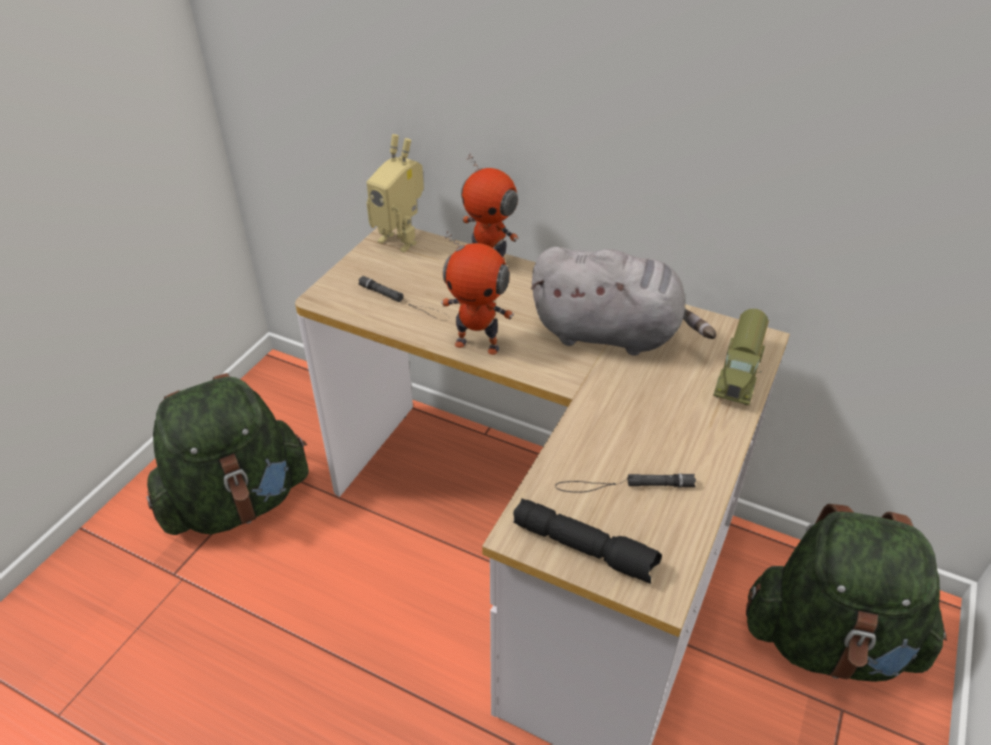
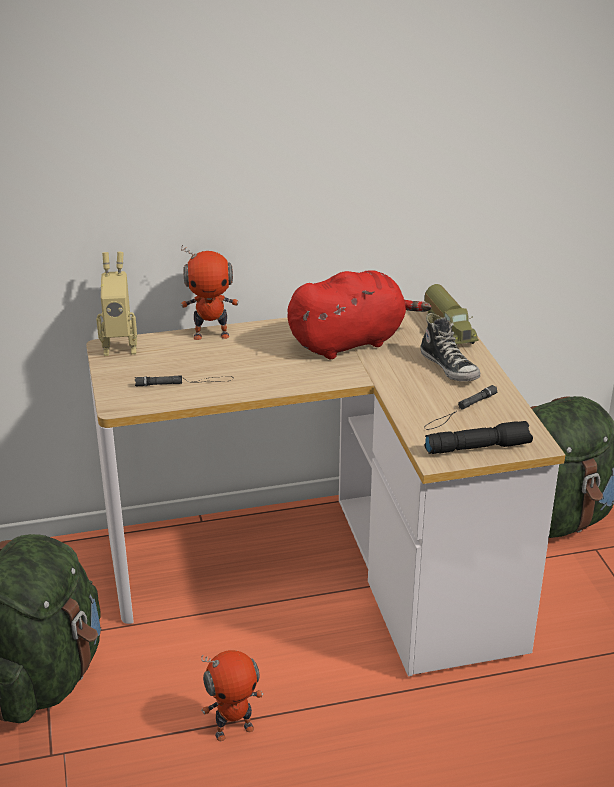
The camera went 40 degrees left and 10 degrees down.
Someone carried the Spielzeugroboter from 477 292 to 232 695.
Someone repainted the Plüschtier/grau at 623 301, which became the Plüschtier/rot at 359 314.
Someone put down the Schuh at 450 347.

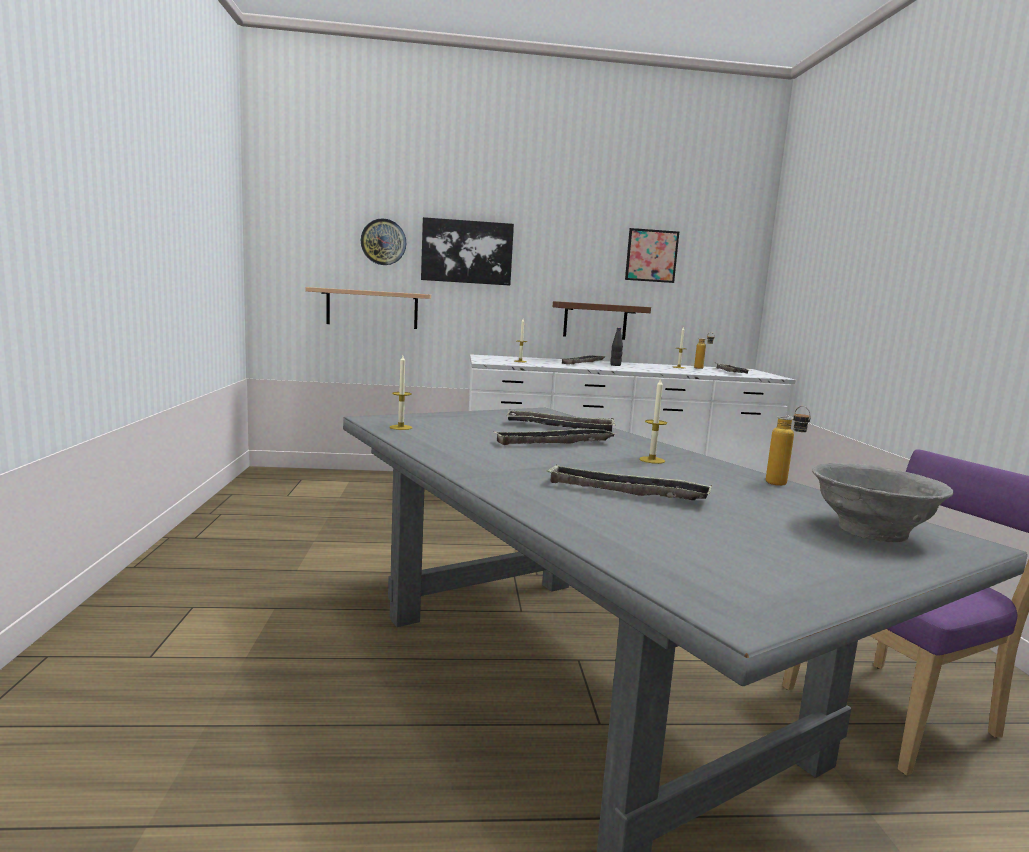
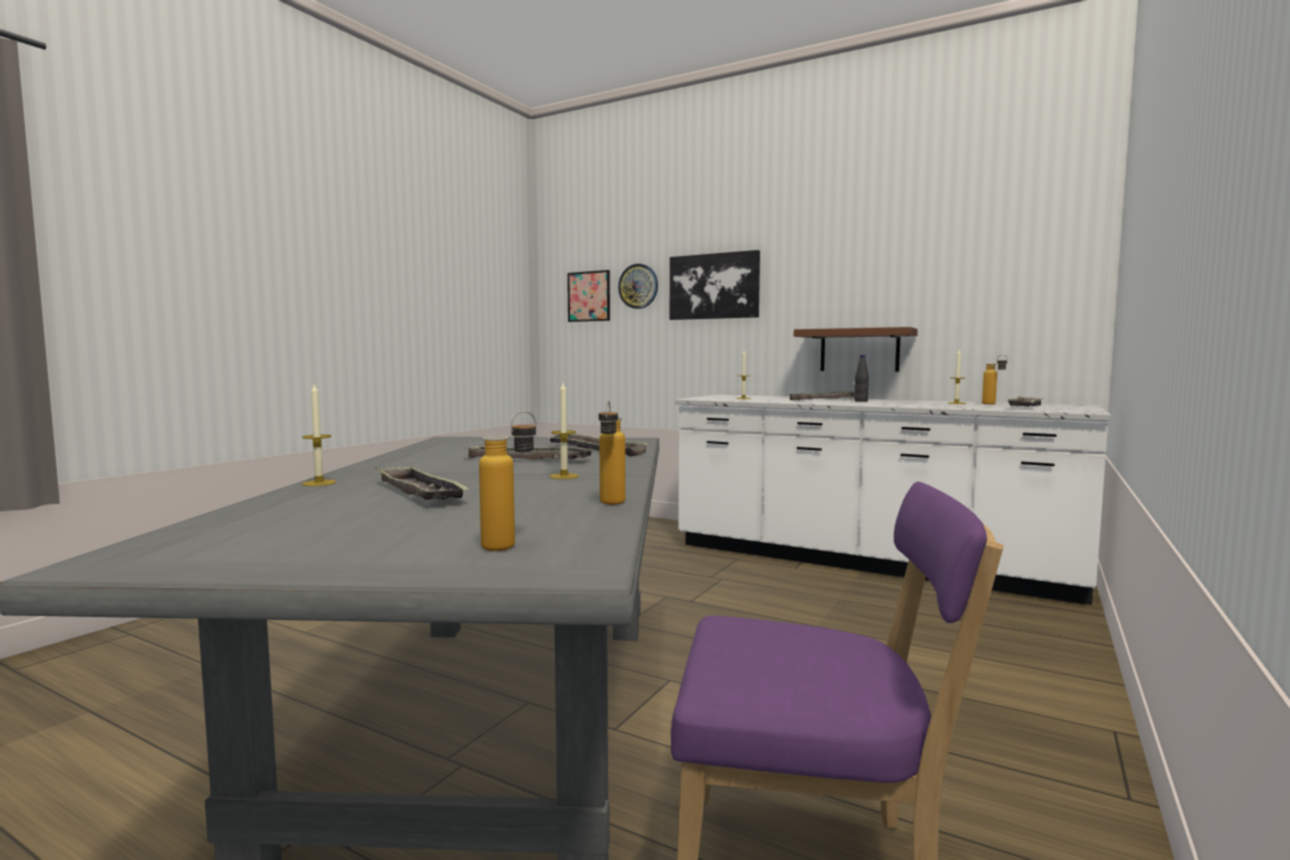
The camera went 35 degrees right and 5 degrees down.
Someone carried the Kerze from 401 392 to 319 435.
Someone swapped the Schüssel/grau at 882 502 for the Flasche at 507 481.
Someone carried the Bild from 652 255 to 588 296.
Someone took away the Wandregal at 368 308.

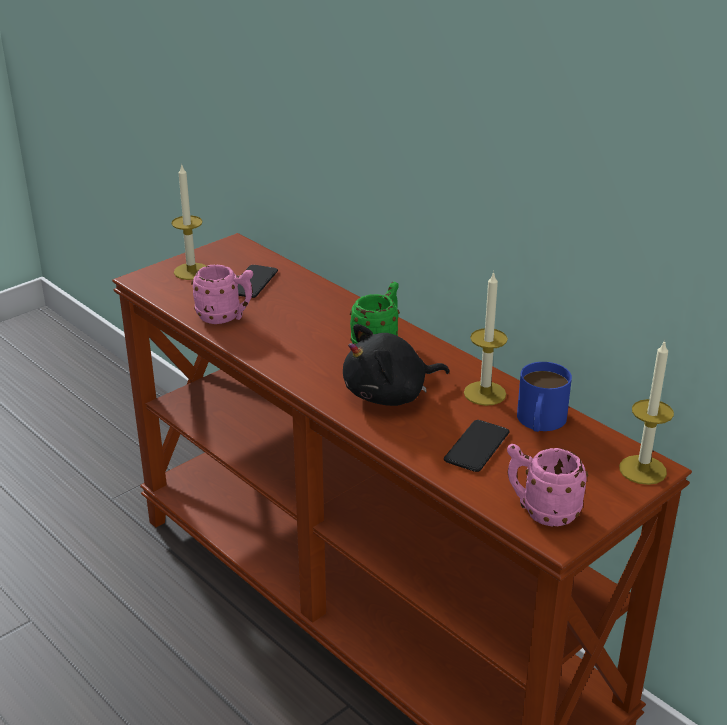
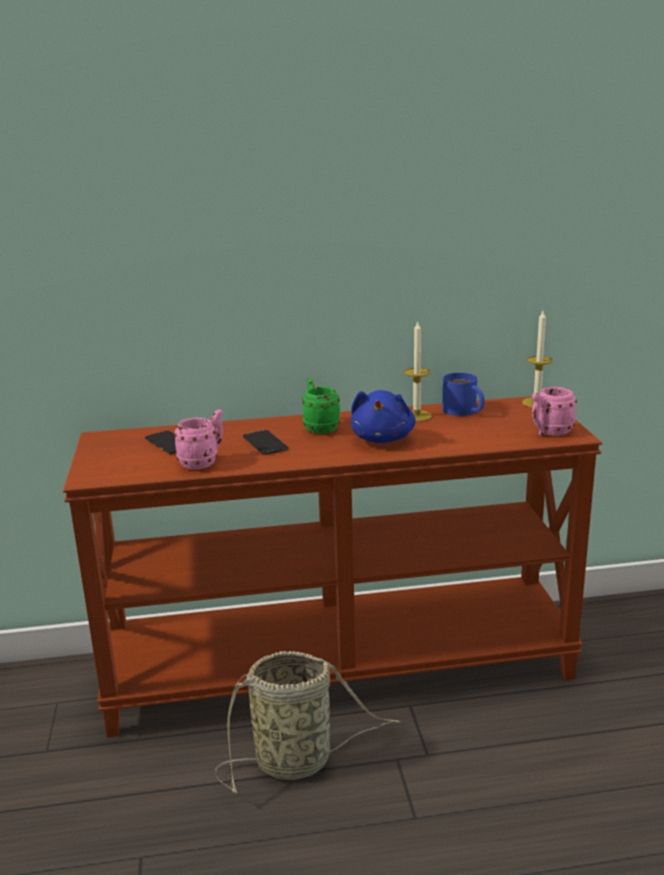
The camera went 55 degrees left and 10 degrees down.
Someone put down the Korb at 308 722.
Someone carried the Handy from 476 446 to 265 442.
Someone repainted the Plüschtier/schwarz at 396 365, which became the Plüschtier/blau at 383 416.
Someone took away the Kerze at 188 221.

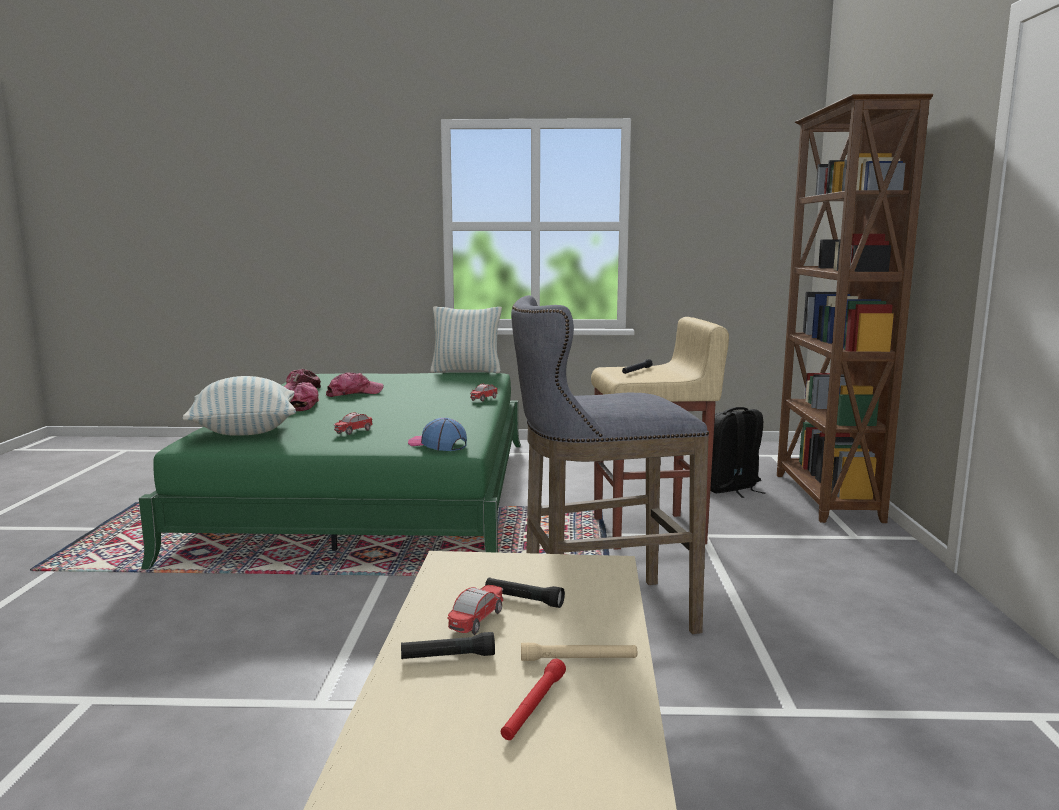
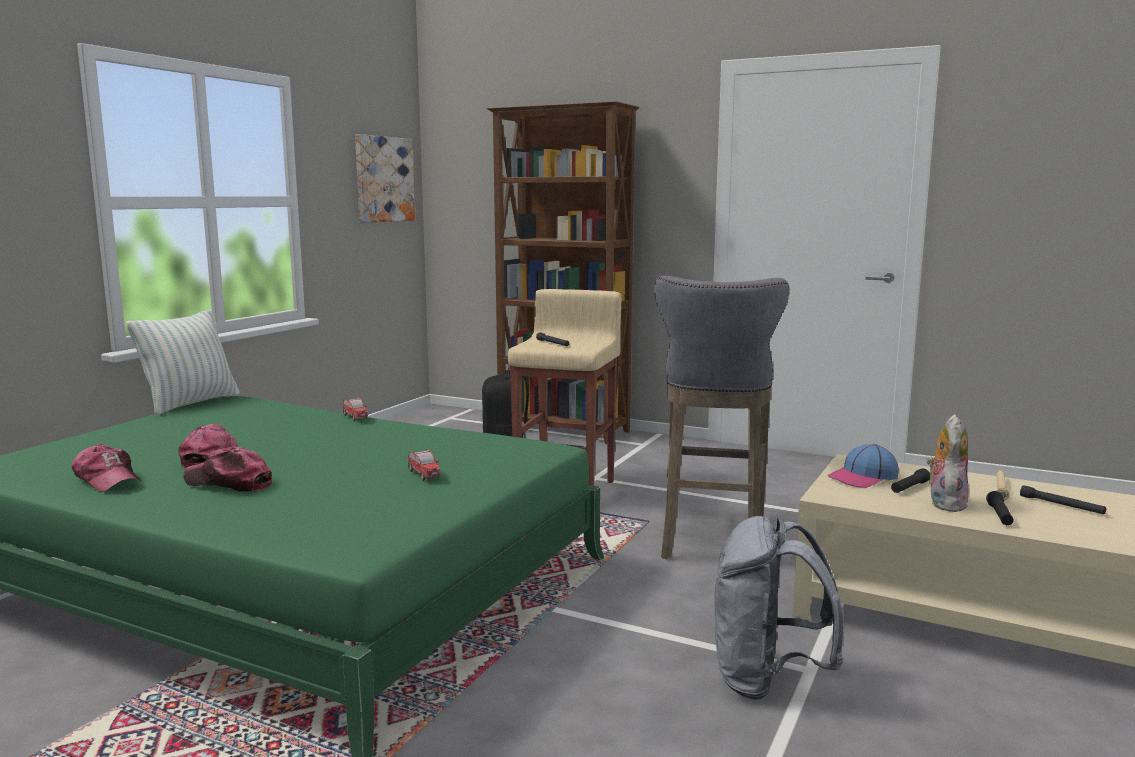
The camera went 65 degrees left and 0 degrees up.
Someone put up the Bild at 385 178.
Someone put down the Rucksack/grau at 779 608.
Someone carried the Kappe from 437 434 to 863 466.
Someone swapped the Spielzeugauto at 475 610 for the Plüschtier at 947 463.
Someone repainted the Taschenlampe/rot at 533 699, which became the Taschenlampe/schwarz at 1063 500.
Someone took away the Kissen at 239 406.

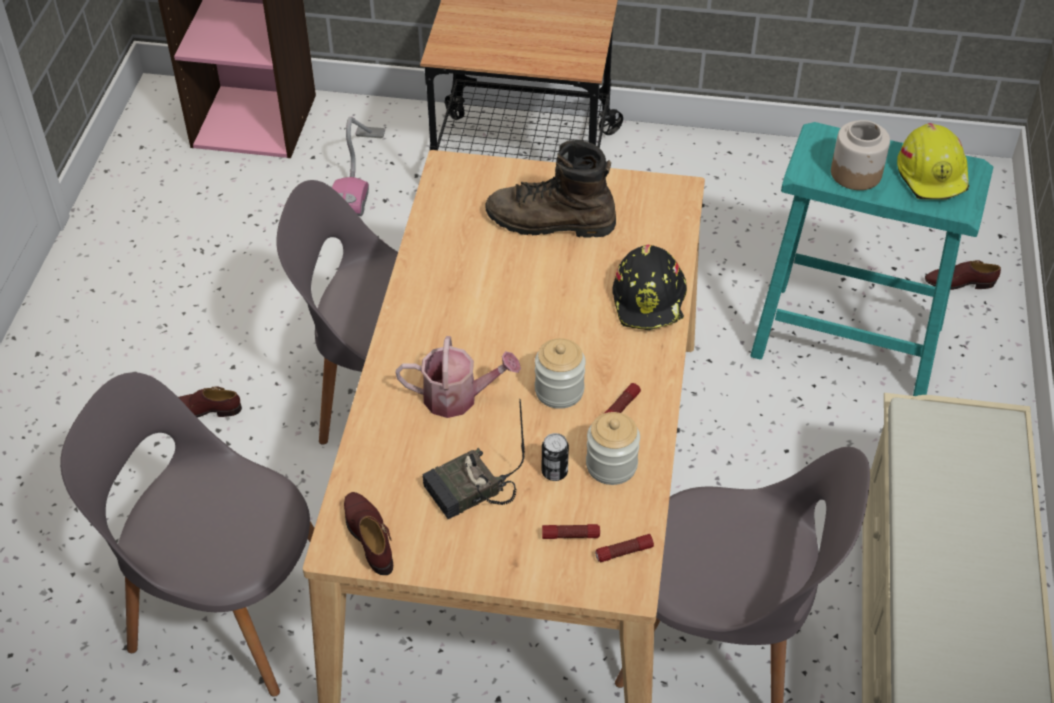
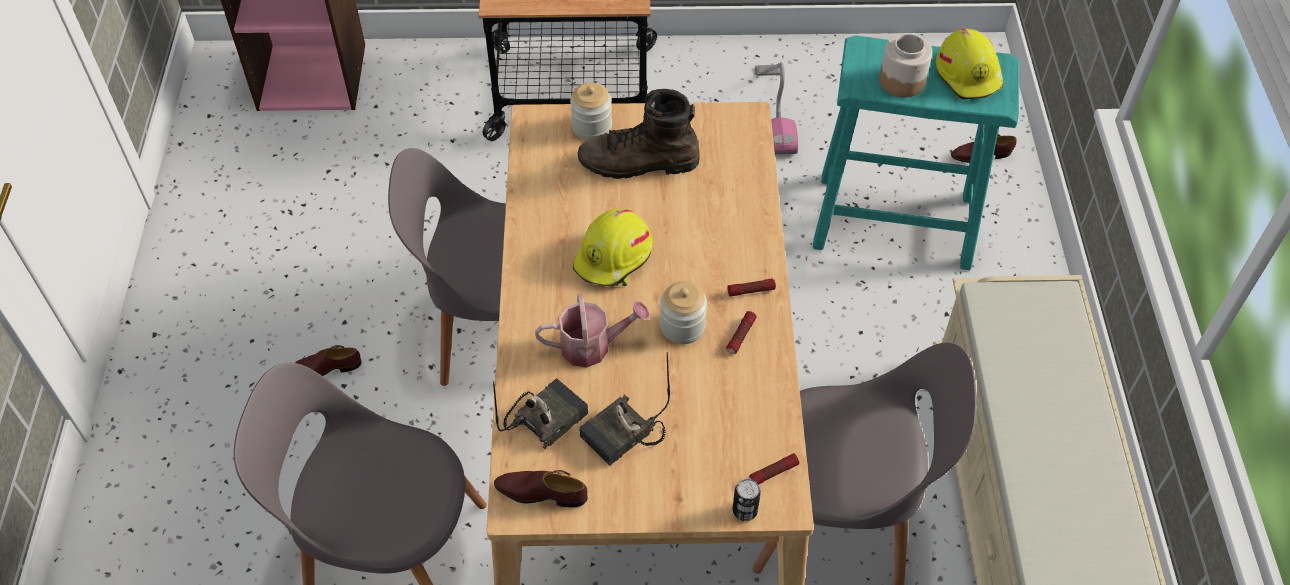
The camera went 10 degrees left and 5 degrees up.
Someone put down the Radio at 540 414.
Someone rotated the Schuh/braun at 368 533 by 45 degrees counterclockwise.
Someone carried the Vorratsglas from 613 448 to 591 111.
Someone put down the Schutzhelm/gelb at 613 248.
Someone carried the Taschenlampe from 571 531 to 751 288.
Someone carried the Dose from 555 457 to 746 500.
Someone carried the Staubsauger from 358 166 to 776 108.
Someone took away the Schutzhelm/schwarz at 649 287.

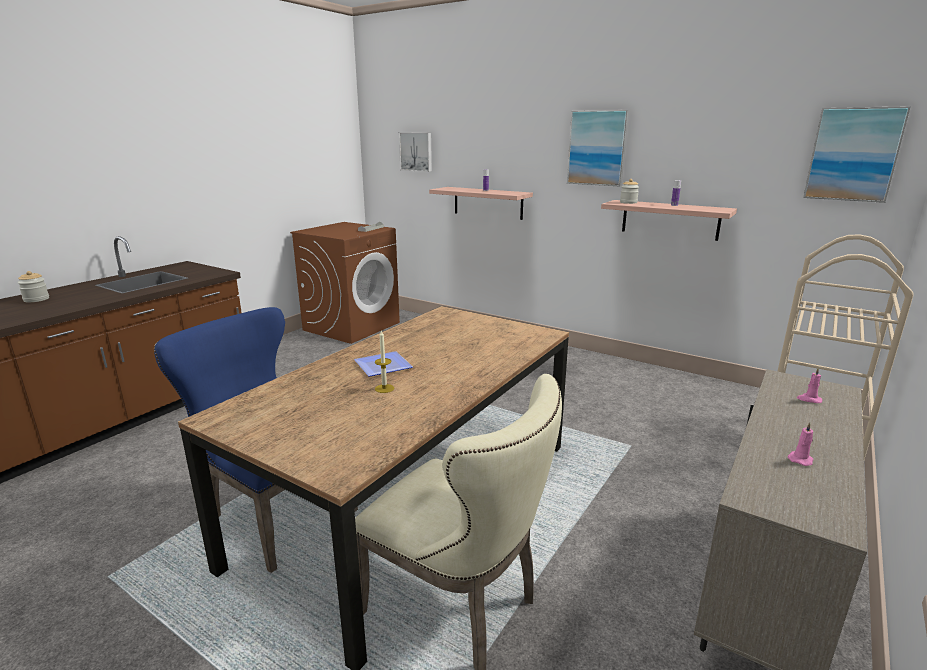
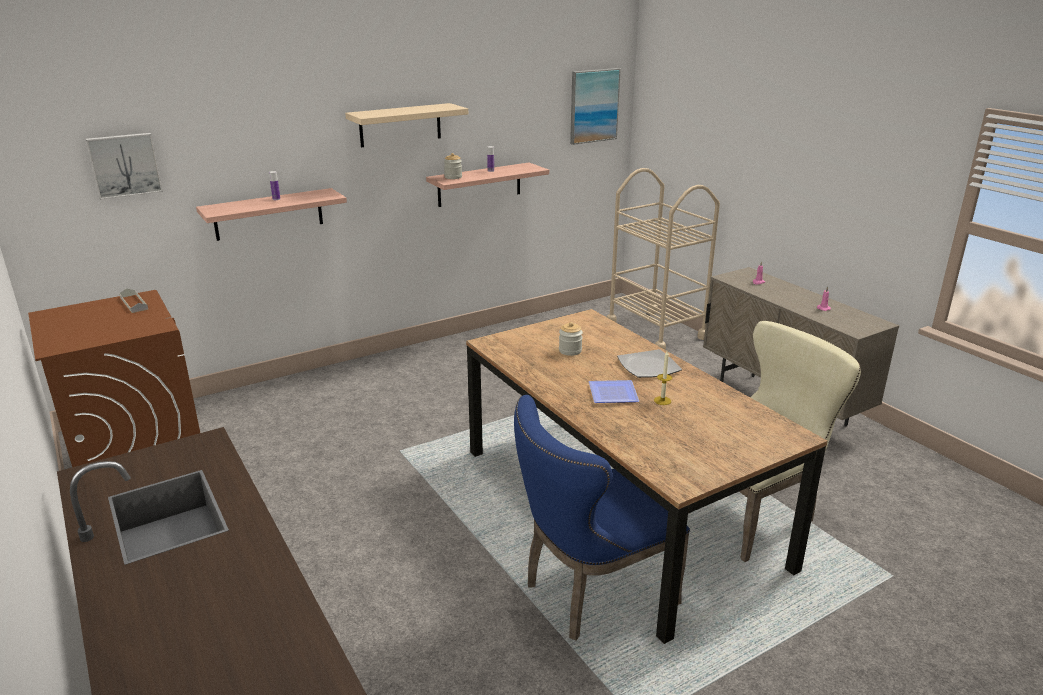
The camera went 65 degrees left and 5 degrees up.
Someone swapped the Bild at 598 148 for the Wandregal/beige at 406 125.
Someone carried the Vorratsglas from 33 286 to 571 339.
Someone put down the Teller at 649 363.

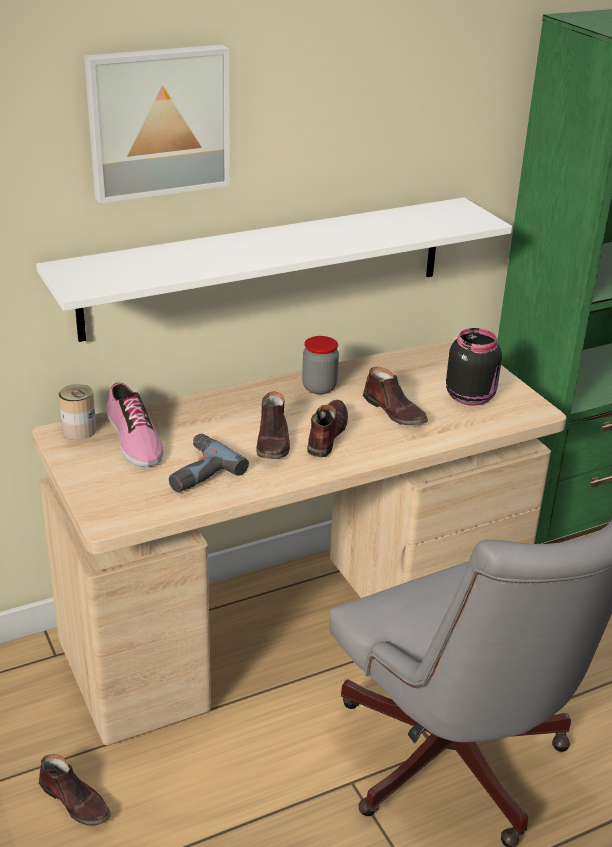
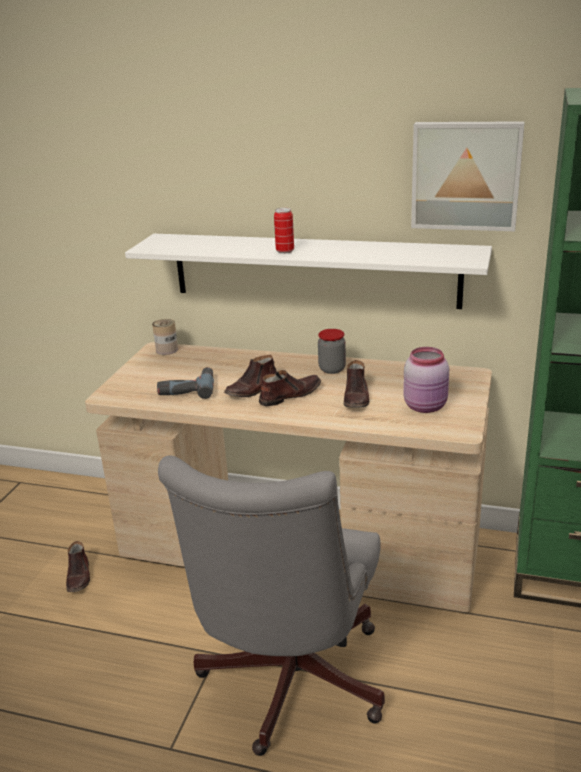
The camera went 45 degrees right and 5 degrees down.
Someone put down the Dose at 284 231.
Someone repainted the Vorratsglas/schwarz at 474 367, which became the Vorratsglas/rosa at 426 380.
Someone carried the Bild from 157 124 to 468 176.
Someone took away the Schuh at 135 425.

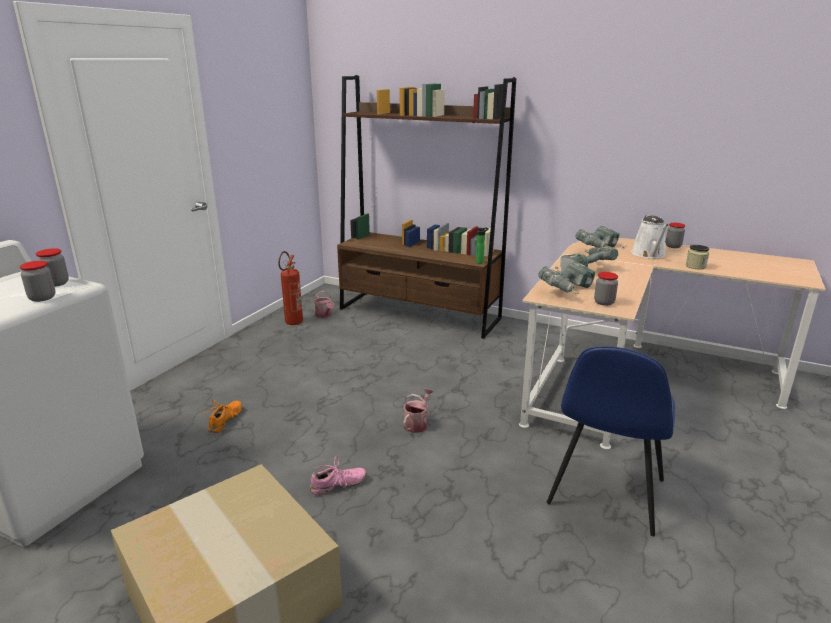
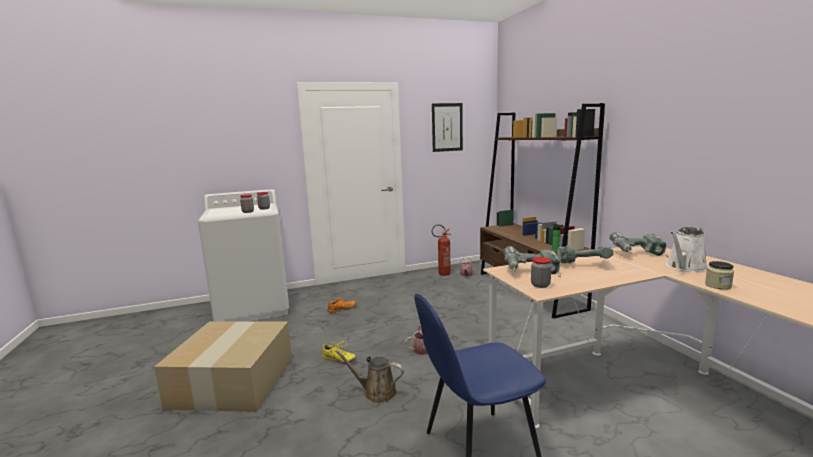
The camera went 45 degrees right and 10 degrees down.
Someone repainted the Schuh/rosa at 338 475, which became the Schuh/gelb at 339 352.
Someone put down the Gießkanne/braun at 369 376.
Someone put up the Bild at 447 127.
Someone took away the Vorratsglas at 675 235.

